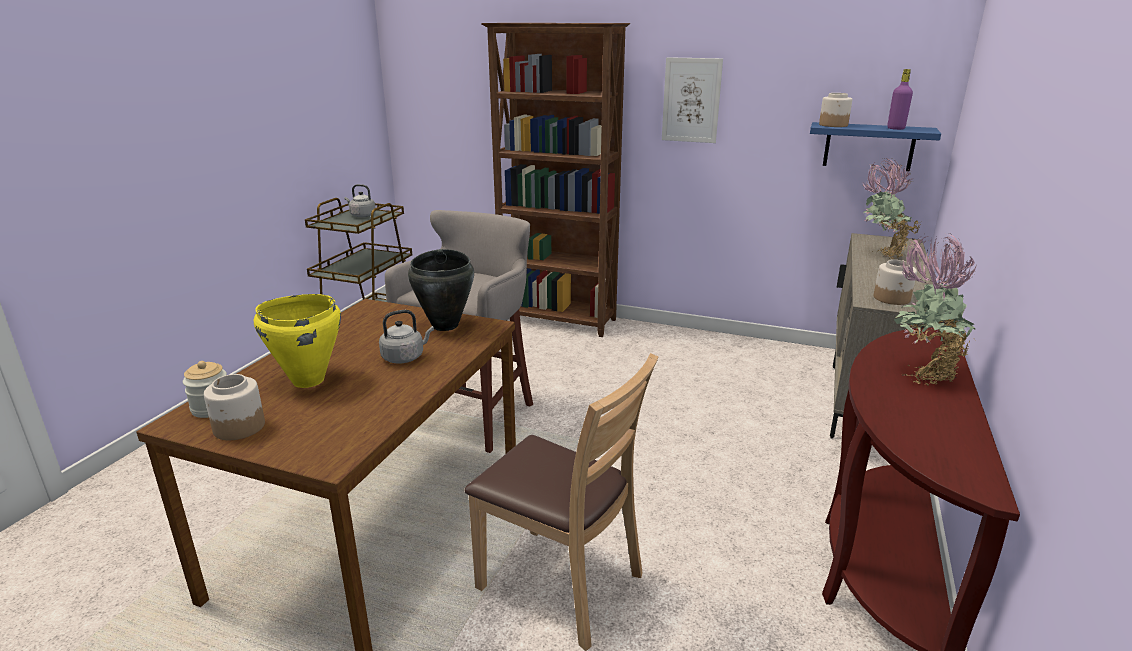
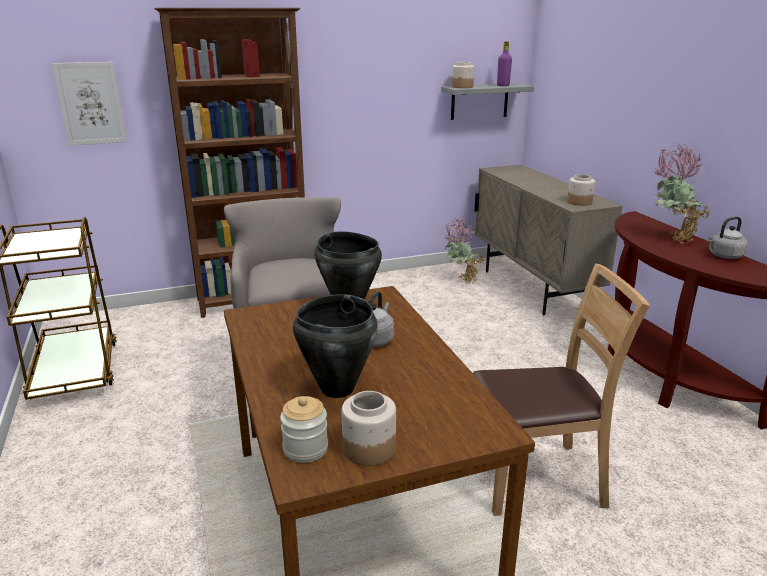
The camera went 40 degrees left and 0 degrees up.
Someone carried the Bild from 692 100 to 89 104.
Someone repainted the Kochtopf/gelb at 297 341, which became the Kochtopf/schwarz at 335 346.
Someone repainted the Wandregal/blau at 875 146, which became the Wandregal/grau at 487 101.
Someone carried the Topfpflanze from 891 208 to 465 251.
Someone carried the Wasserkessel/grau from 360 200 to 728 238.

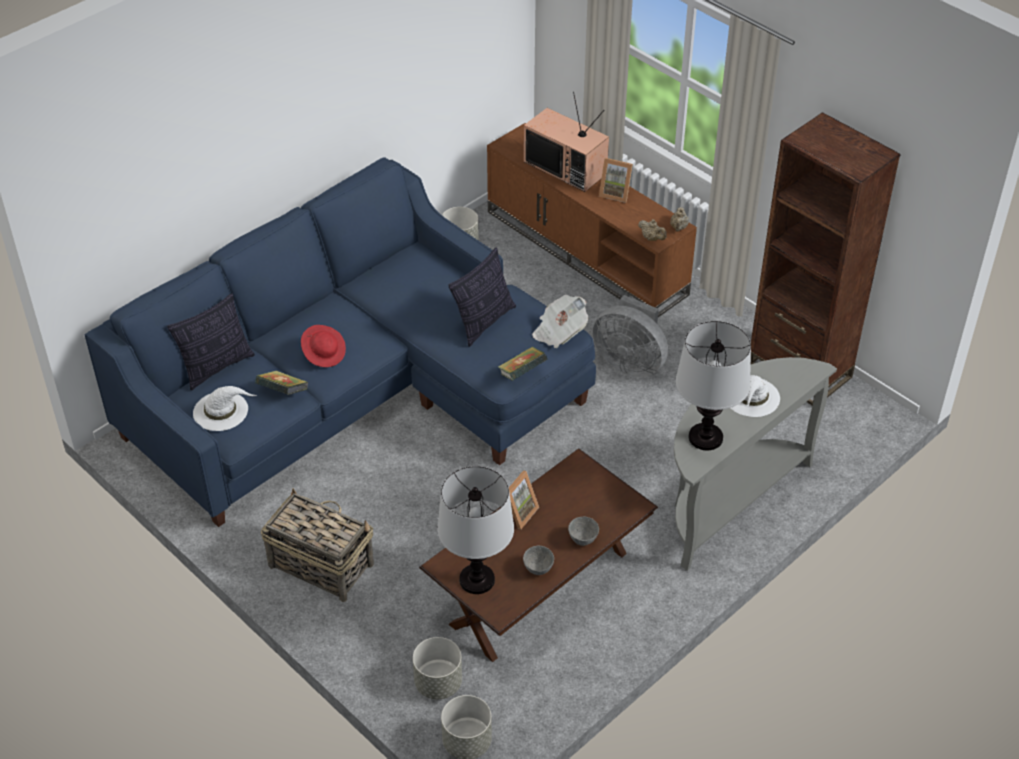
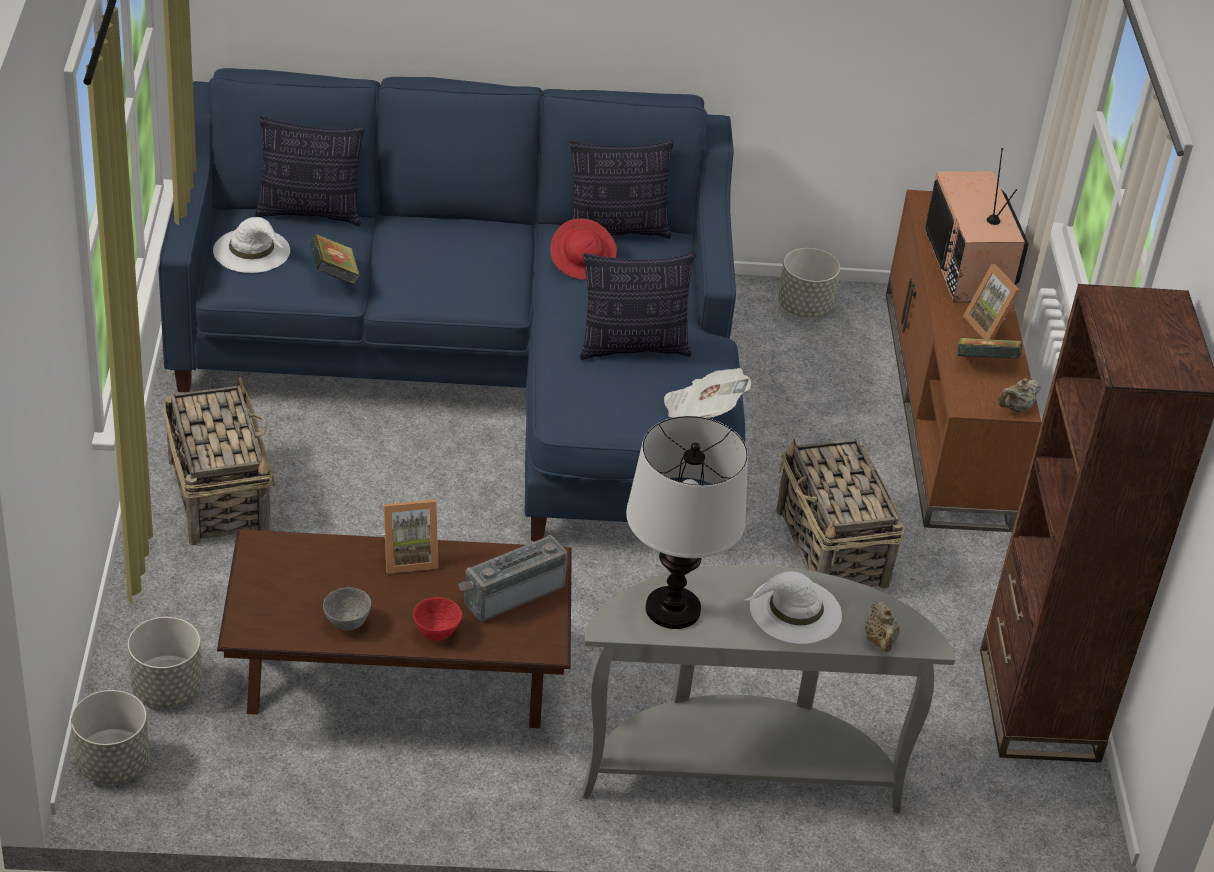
The camera went 40 degrees right and 5 degrees down.
Someone repainted the Schüssel/grau at 583 531, which became the Schüssel/rot at 437 619.
Someone put down the Radio at 513 578.
Someone carried the Hut/rot from 323 346 to 583 249.
Someone put down the Kissen at 622 189.
Someone swapped the Ventilator/grau at 630 336 for the Korb at 840 514.
Someone carried the Teekanne/beige from 652 230 to 882 626.
Someone carried the Buch from 523 364 to 989 348.
Someone took away the Tischlampe at 475 530.

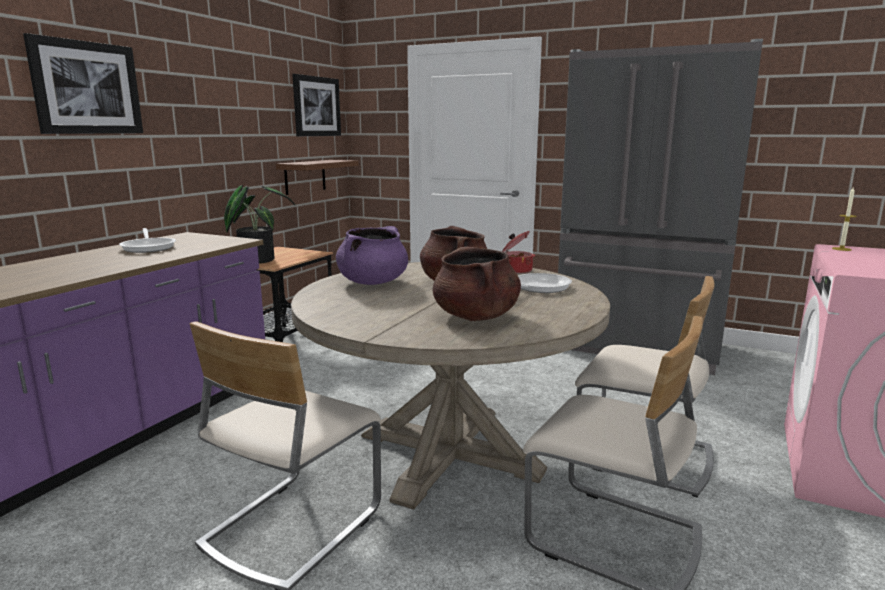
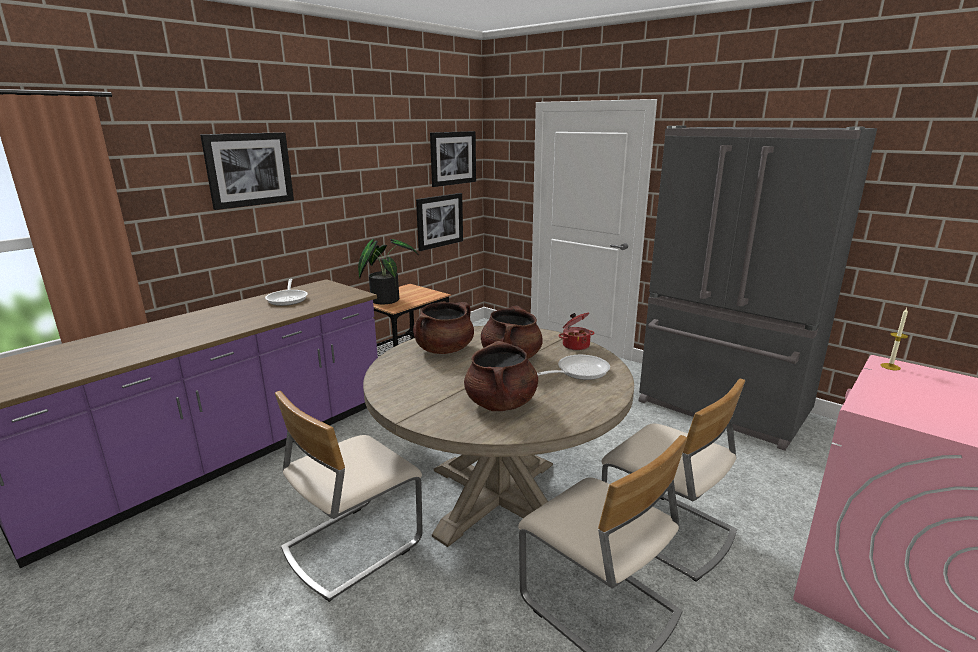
The camera went 15 degrees right and 5 degrees up.
Someone repainted the Kochtopf/lila at 372 255, which became the Kochtopf/braun at 443 328.
Someone swapped the Wandregal/braun at 317 177 for the Bild at 439 222.

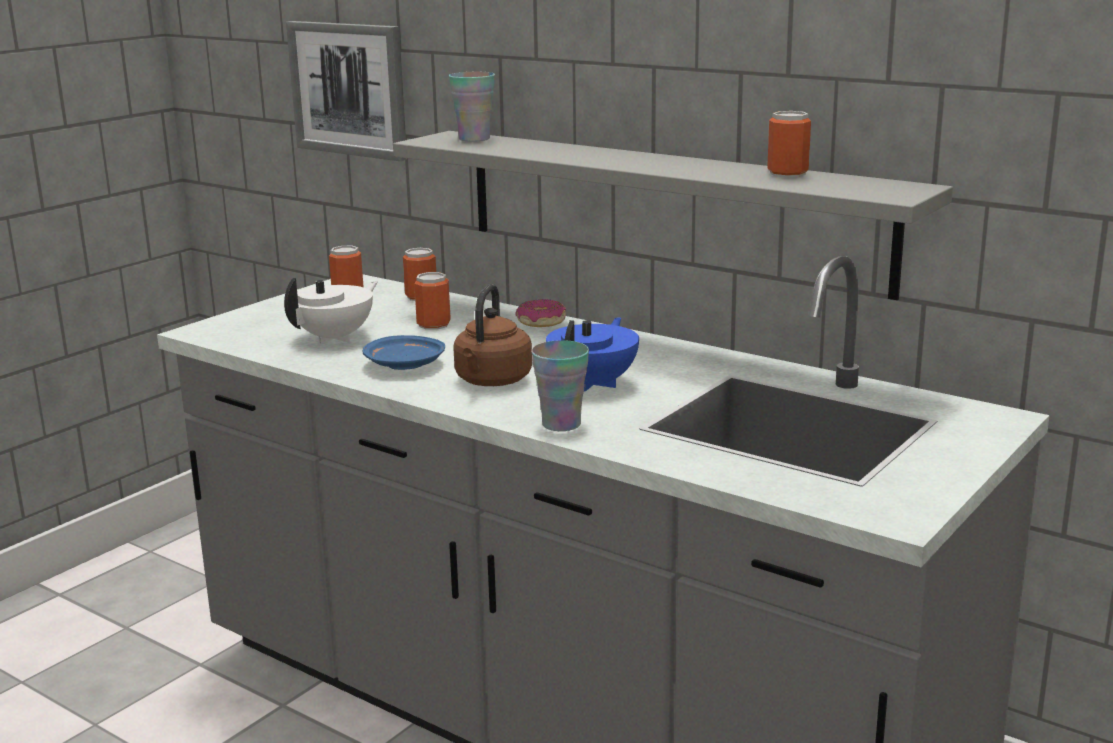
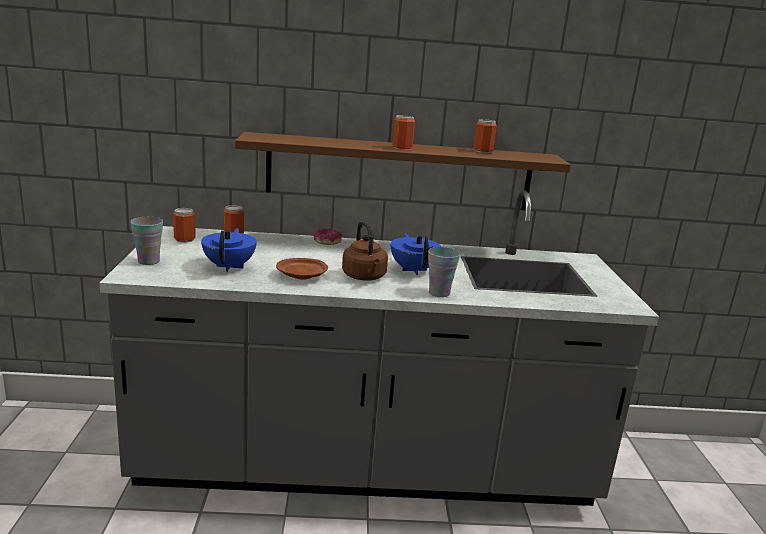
The camera went 40 degrees left and 0 degrees up.
Someone carried the Tasse from 472 107 to 146 241.
Someone repainted the Teekanne/weiß at 331 311, which became the Teekanne/blau at 229 250.
Someone repainted the Wandregal/grau at 673 215, which became the Wandregal/braun at 403 171.
Someone repainted the Teller/blau at 404 352, which became the Teller/braun at 302 269.
Someone carried the Dose from 432 301 to 403 132.
Someone took away the Bild at 346 91.

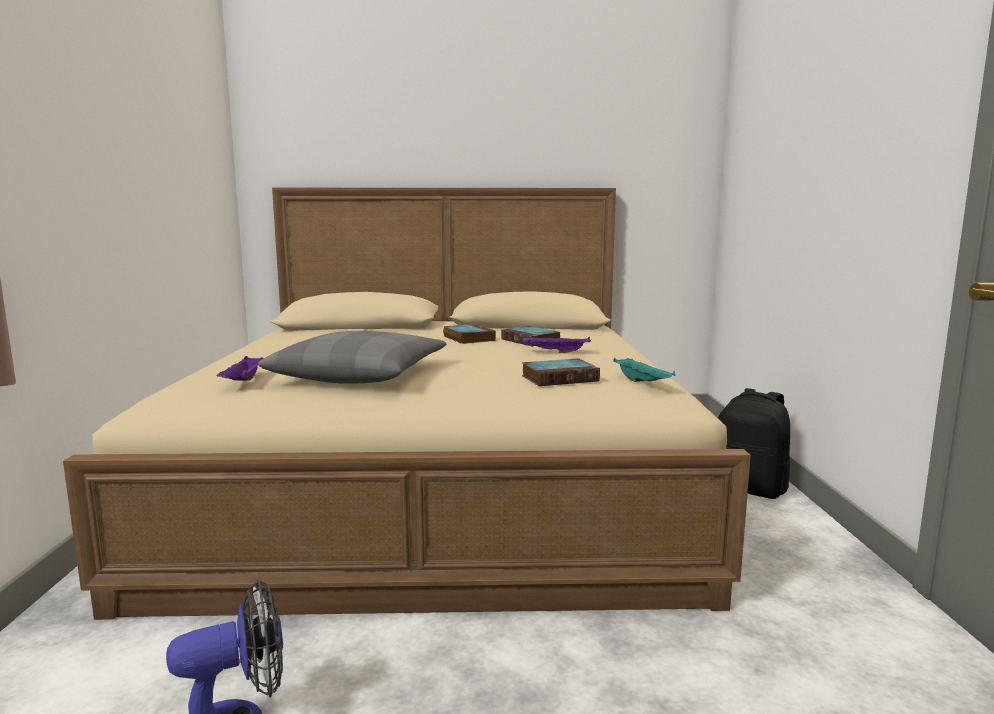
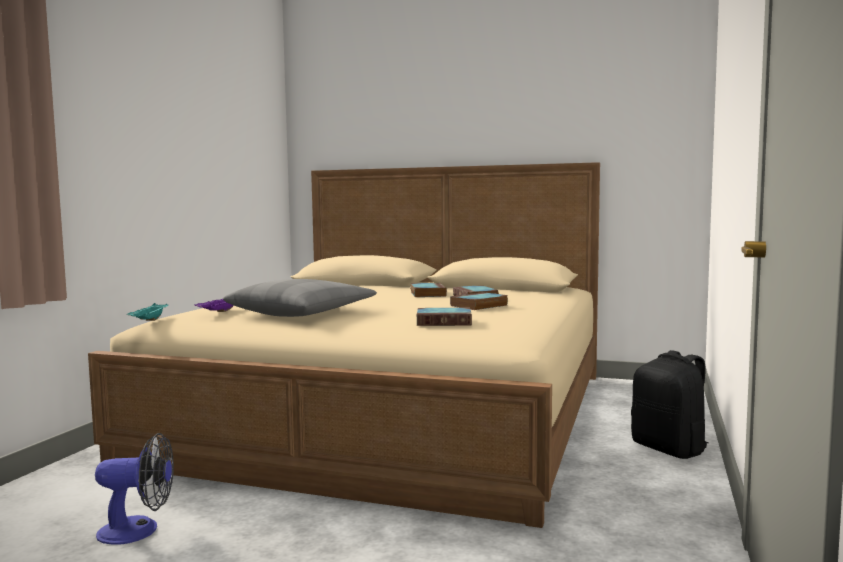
The camera went 20 degrees right and 5 degrees down.
Someone carried the Tablett/türkis from 644 370 to 147 312.
Someone swapped the Tablett/lila at 557 345 for the Buch at 479 301.

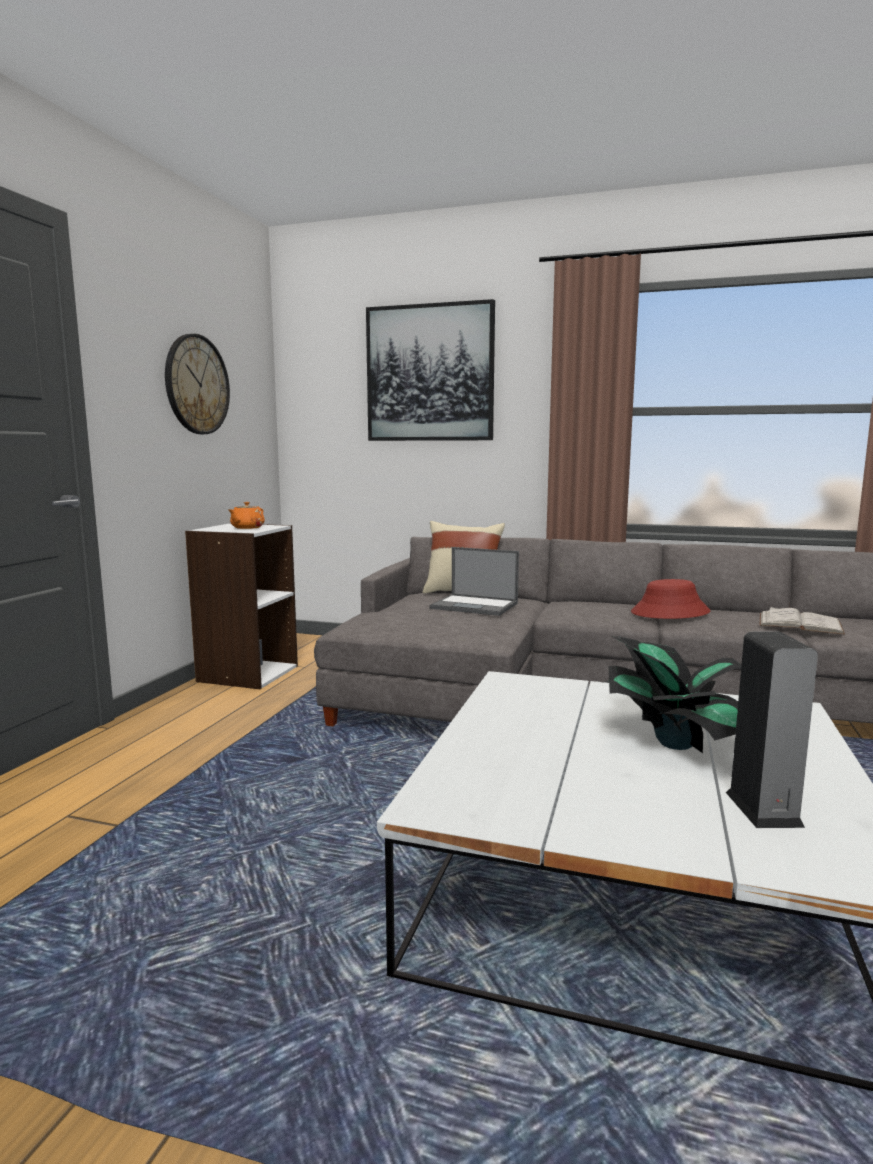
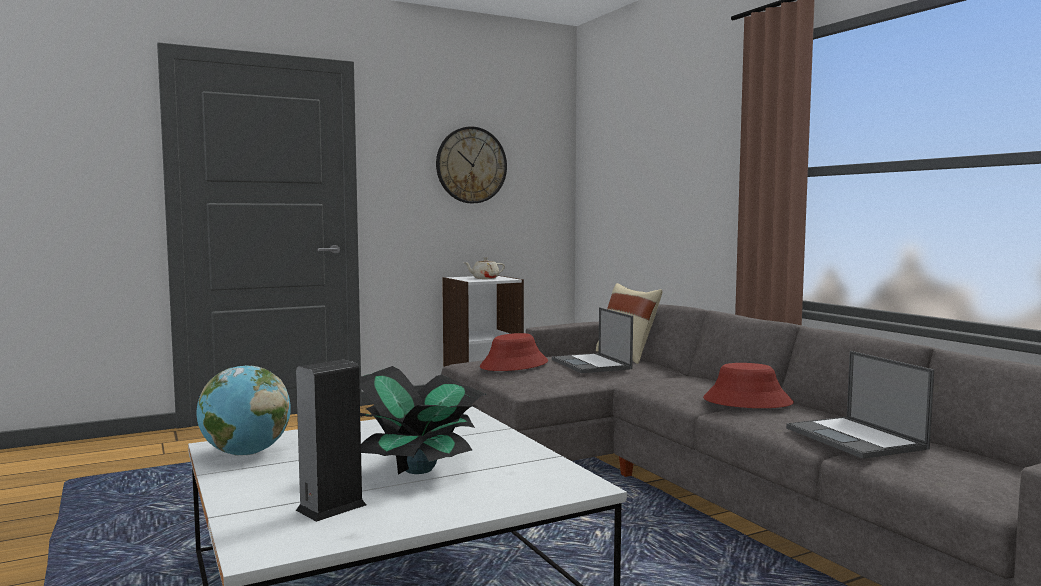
The camera went 45 degrees right and 5 degrees down.
Someone put down the Globus at 244 410.
Someone repainted the Teekanne/orange at 247 515, which became the Teekanne/beige at 484 268.
Someone put down the Hut/rot at 513 352.
Someone swapped the Buch/weiß at 802 621 for the Laptop at 860 405.
Someone took away the Bild at 430 370.

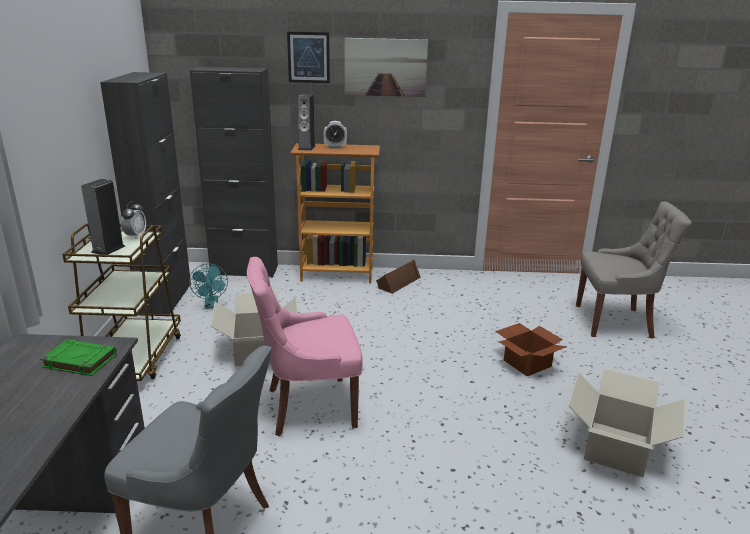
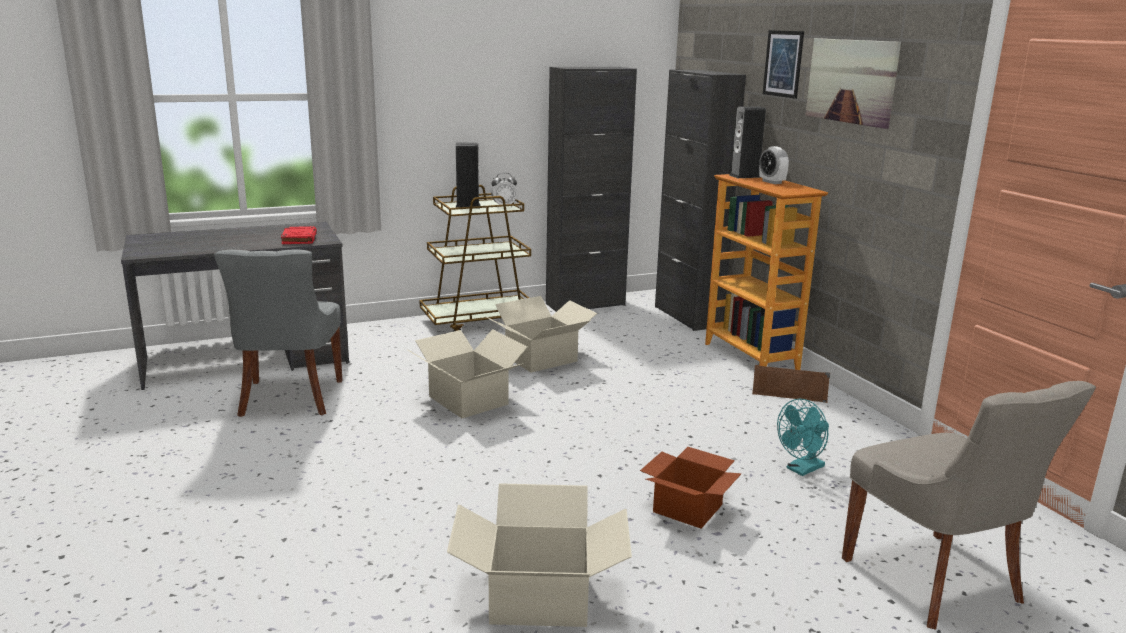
The camera went 65 degrees right and 5 degrees down.
Someone repainted the Buch/grün at 78 357, which became the Buch/rot at 299 235.
Someone swapped the Stuhl/rosa at 305 346 for the Karton at 467 373.
Someone carried the Ventilator/türkis from 208 286 to 803 437.

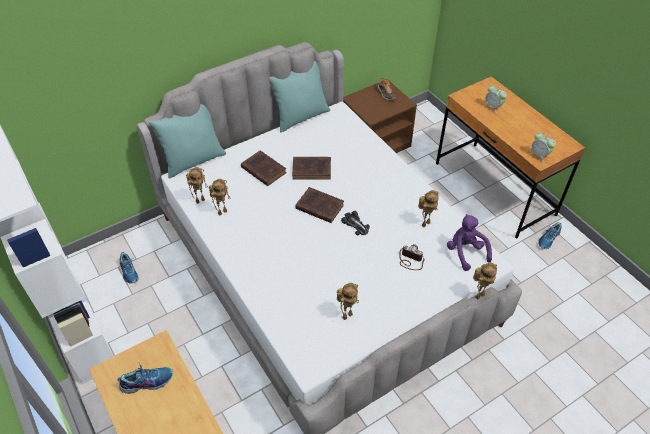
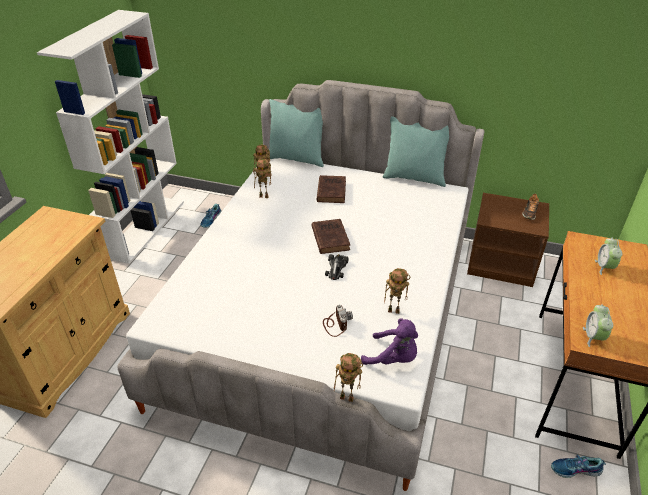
The camera went 50 degrees right and 10 degrees down.
Someone rotated the Plüschtier/lila at 469 242 by 90 degrees clockwise.
Someone took away the Schuh at 145 378.
Someone took away the Buch/braun at 311 168.
Someone took away the Spielzeugroboter at 348 301.

